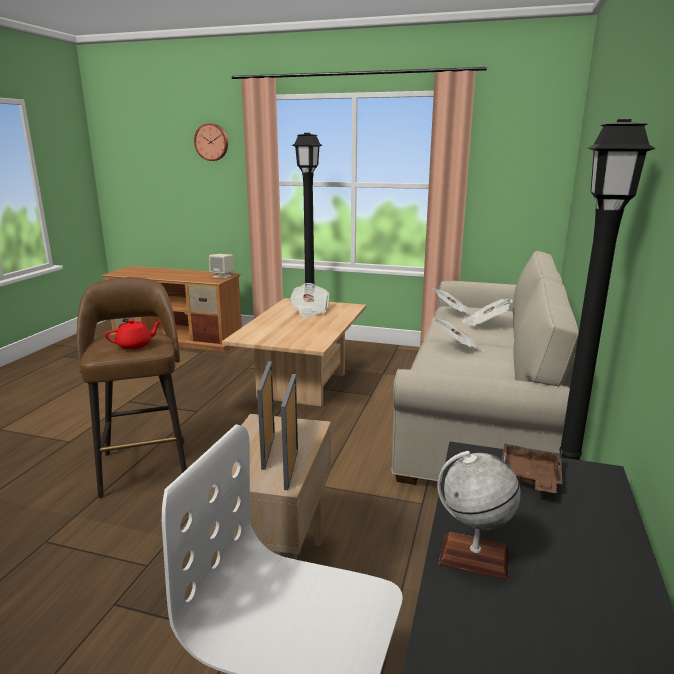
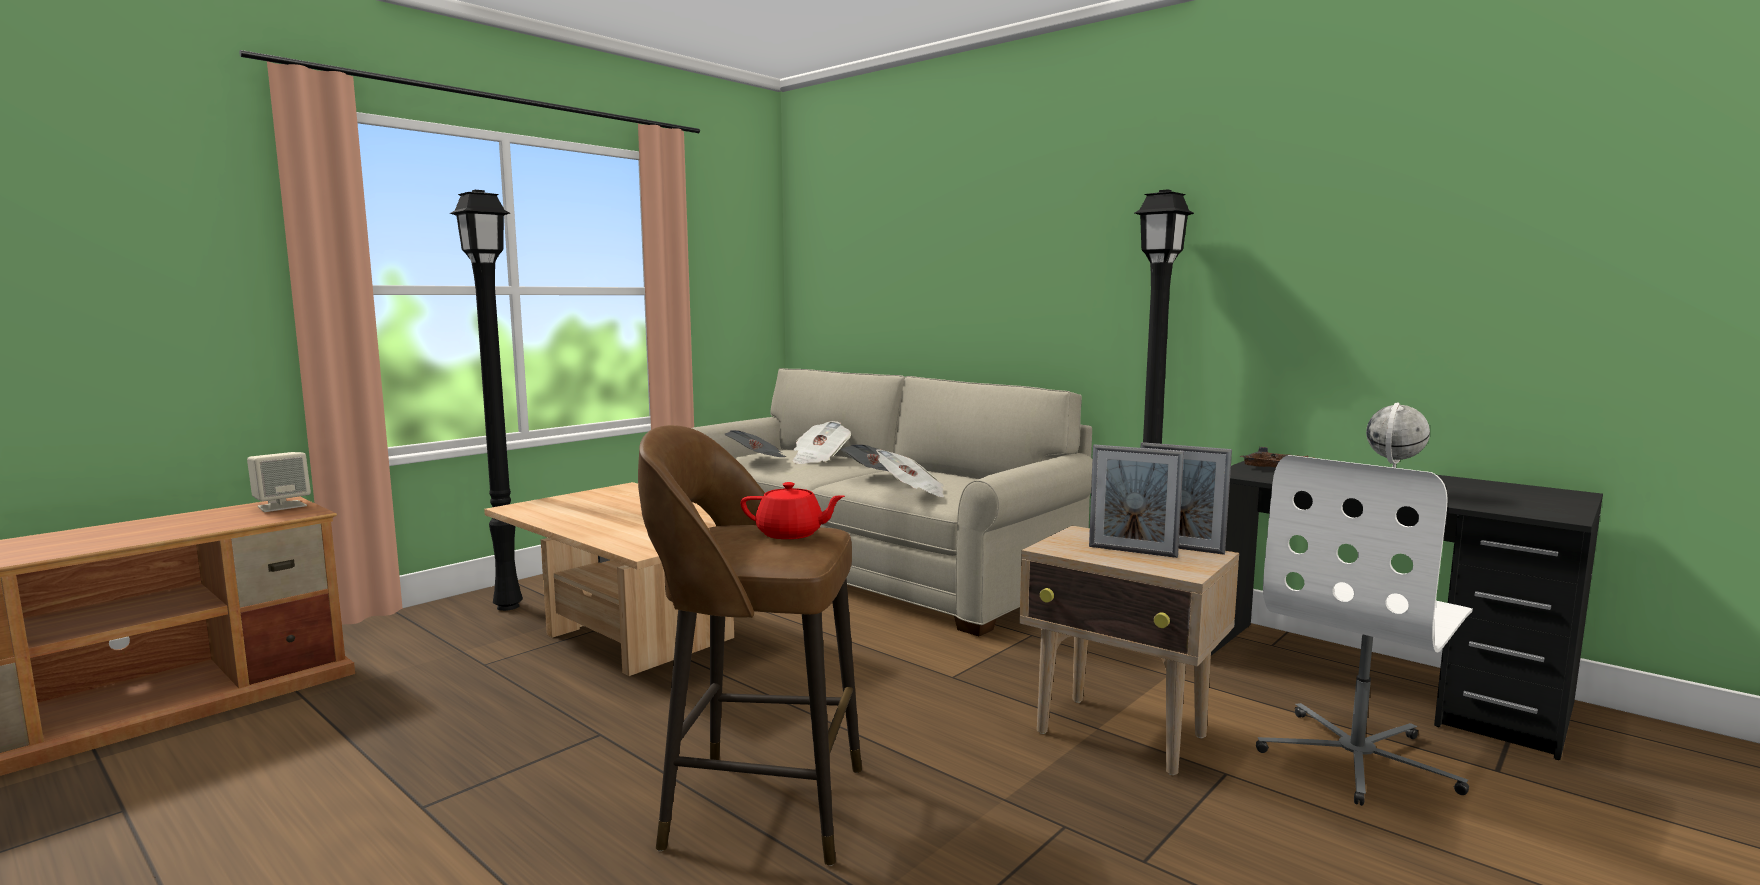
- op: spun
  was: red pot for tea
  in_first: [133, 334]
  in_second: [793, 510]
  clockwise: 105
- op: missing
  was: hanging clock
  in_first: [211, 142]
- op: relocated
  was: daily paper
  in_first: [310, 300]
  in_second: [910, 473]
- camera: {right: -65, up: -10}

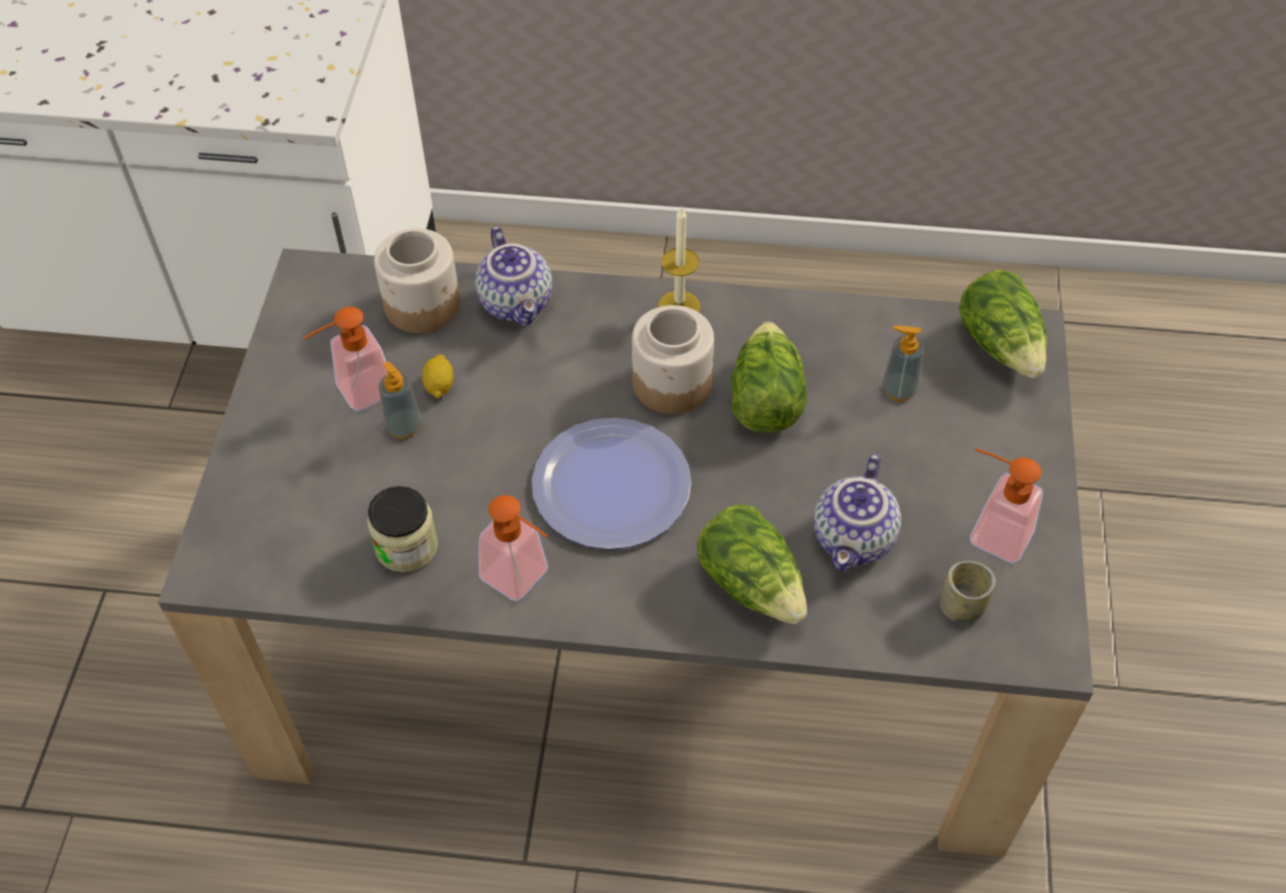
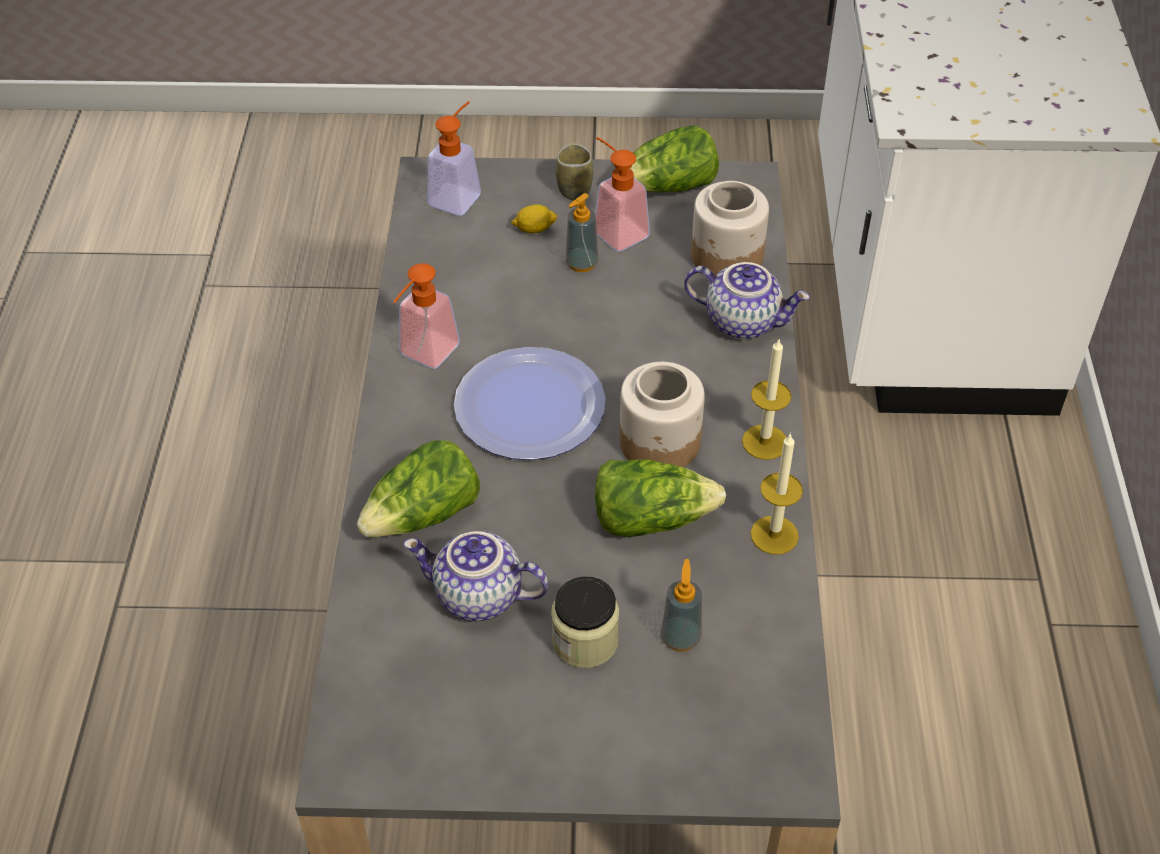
- op: relocated
  was: storage jar
  in_first: [402, 529]
  in_second: [585, 622]
- op: relocated
  was: citrus fruit
  in_first: [437, 376]
  in_second: [534, 219]
- op: spun
  was: pot for tea
  in_first: [513, 275]
  in_second: [747, 300]
  clockwise: -135
- op: relocated
  was: small cup
  in_first: [968, 592]
  in_second: [574, 171]
- op: relocated
  was: lettuce head
  in_first: [1003, 324]
  in_second: [674, 158]
- op: relocated
  was: liquid soap bottle
  in_first: [1006, 505]
  in_second: [454, 158]
- op: appeared
  now: candle
  in_second: [777, 494]
- camera: {right: 85, up: -5}

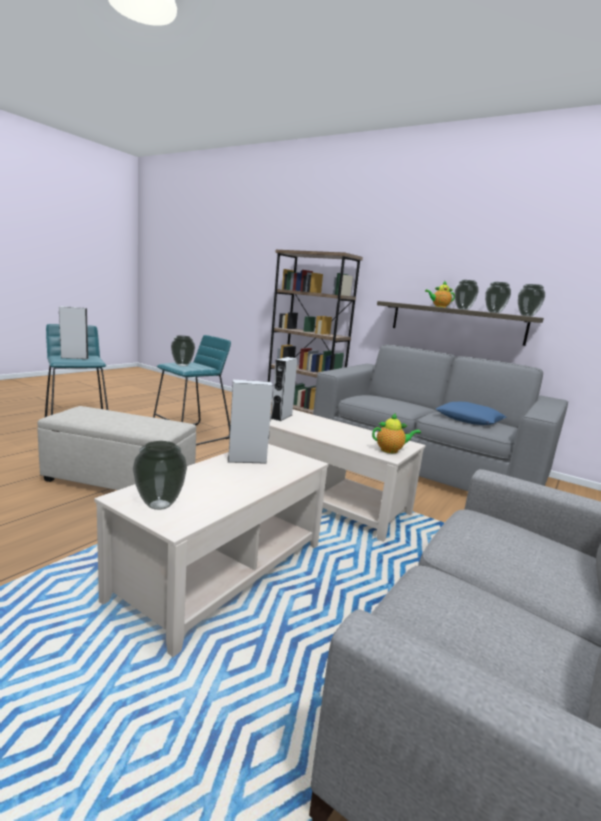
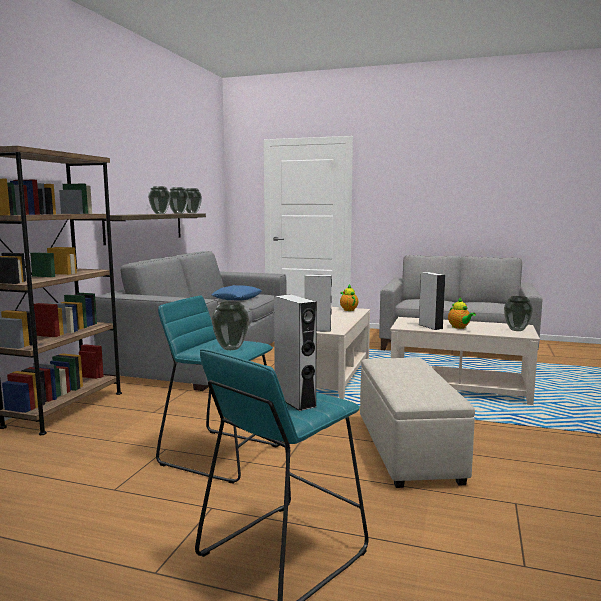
- op: relocated
  was: pot for tea
  in_first: [440, 294]
  in_second: [462, 313]
- camera: {right: -105, up: -5}

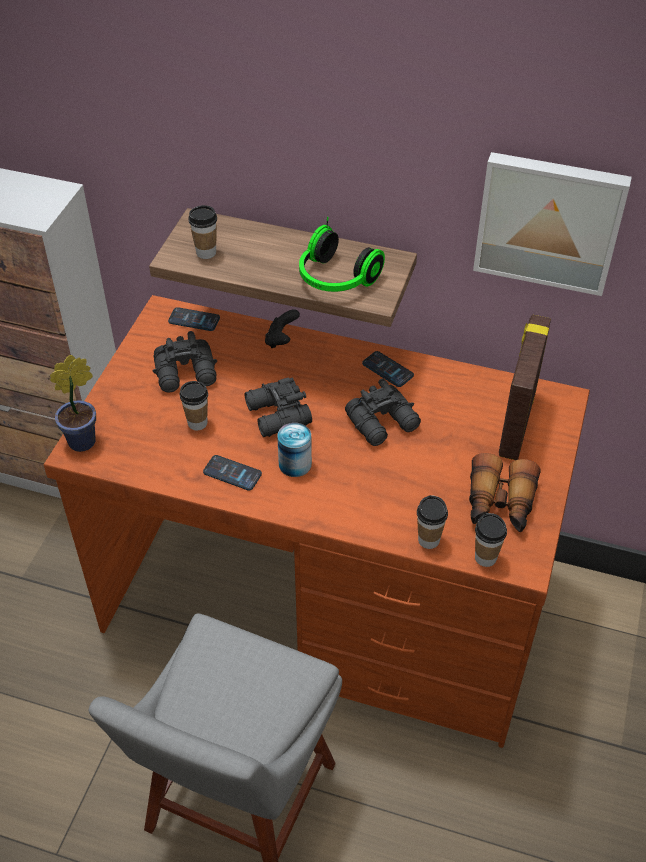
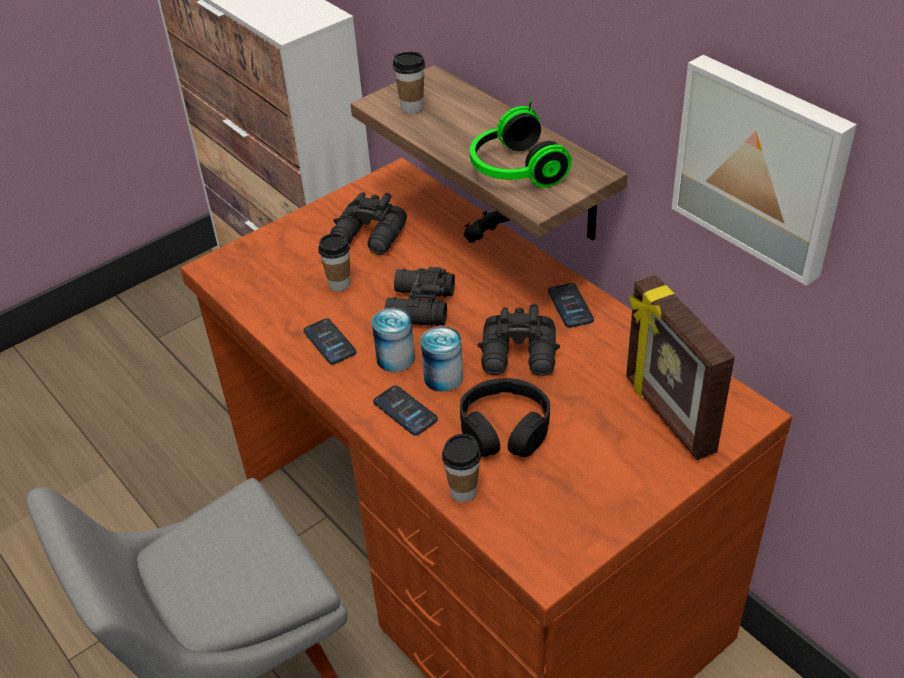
- op: missing
  was: plant in a pot
  in_first: [73, 403]
- op: relocated
  was: telephone
  in_first: [194, 319]
  in_second: [405, 410]
- op: missing
  was: pair of binoculars
  in_first: [504, 492]
- op: missing
  was: small cup
  in_first: [491, 540]
- op: spun
  was: photo frame
  in_first: [525, 387]
  in_second: [680, 367]
  clockwise: -75
- op: appeared
  now: metal can
  in_second: [442, 359]
- op: appeared
  now: black headphones
  in_second: [505, 417]
- camera: {right: 35, up: -5}

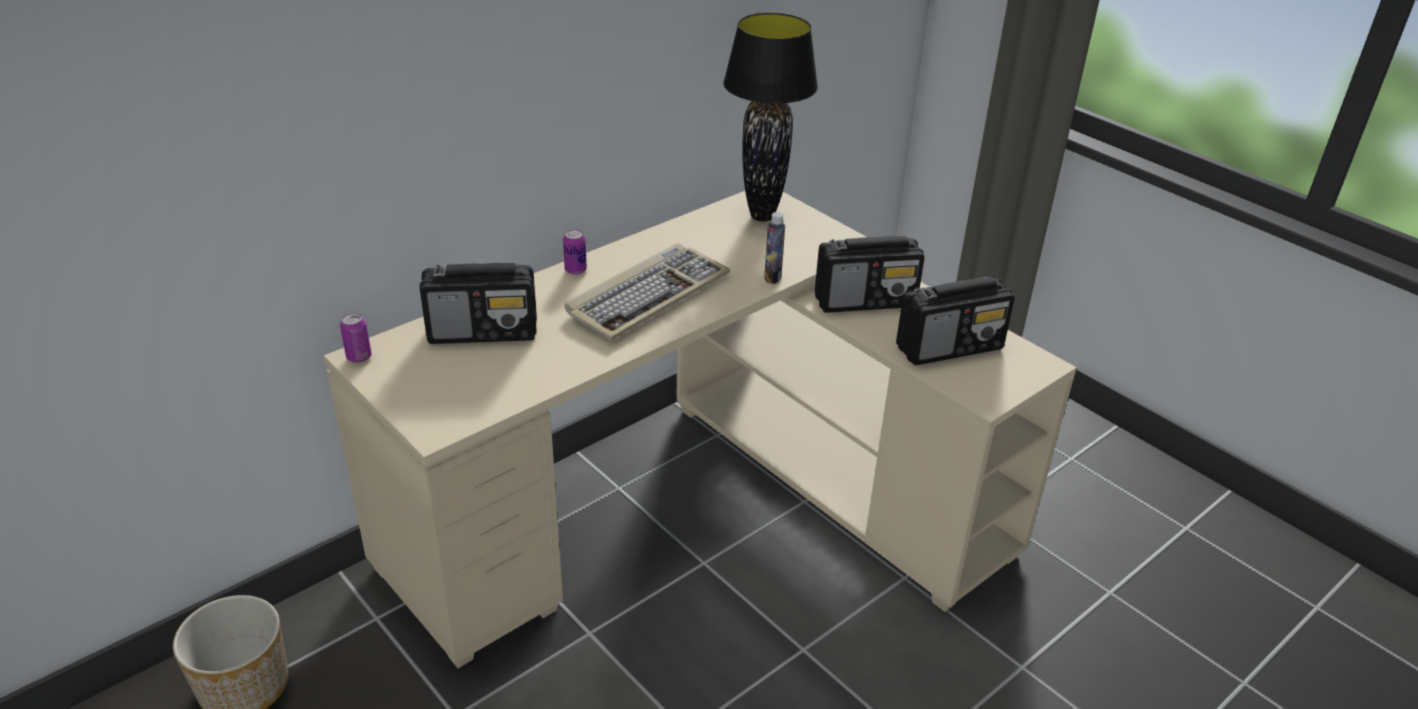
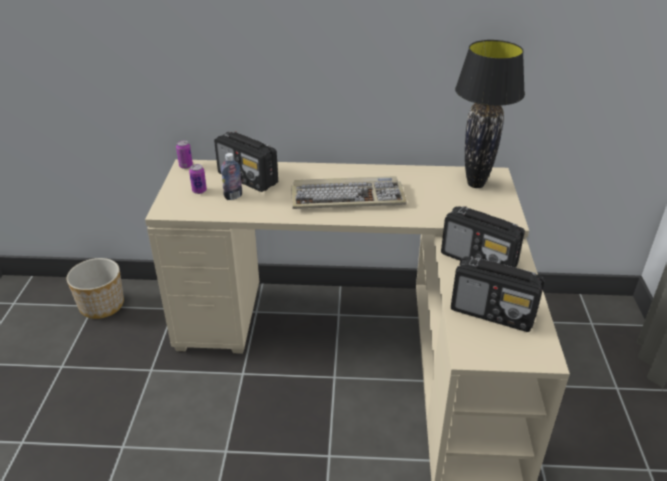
- op: relocated
  was: metal can
  in_first: [575, 252]
  in_second: [198, 179]
- op: relocated
  was: bottle
  in_first: [774, 248]
  in_second: [231, 176]
- camera: {right: 45, up: 0}

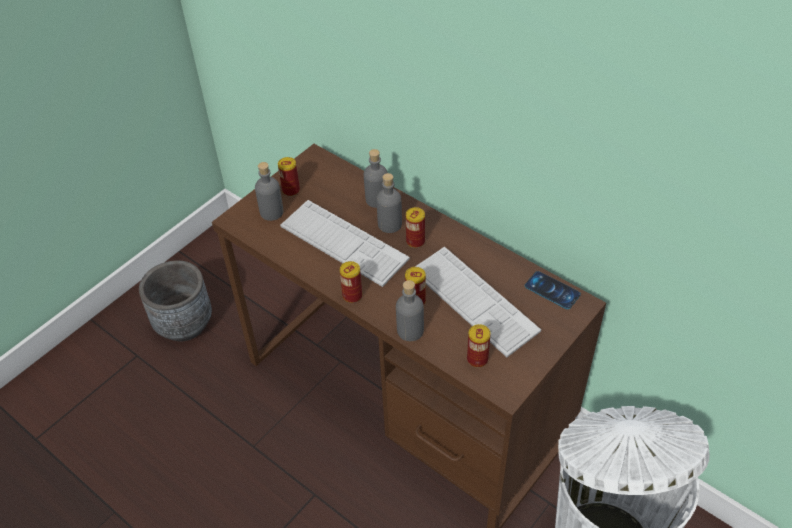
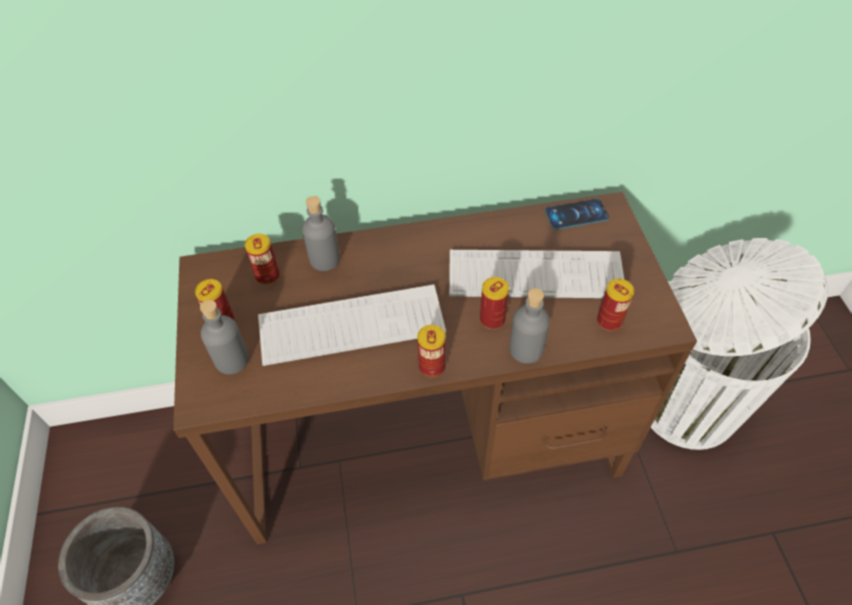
- op: missing
  was: grey bottle
  in_first: [389, 203]
- op: relocated
  was: metal can
  in_first: [415, 227]
  in_second: [262, 259]
- camera: {right: -50, up: 5}

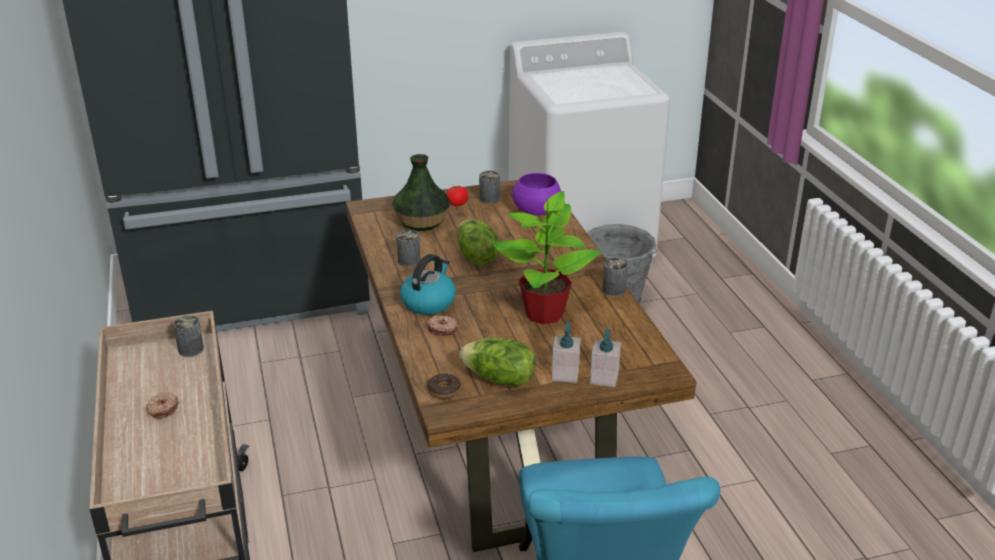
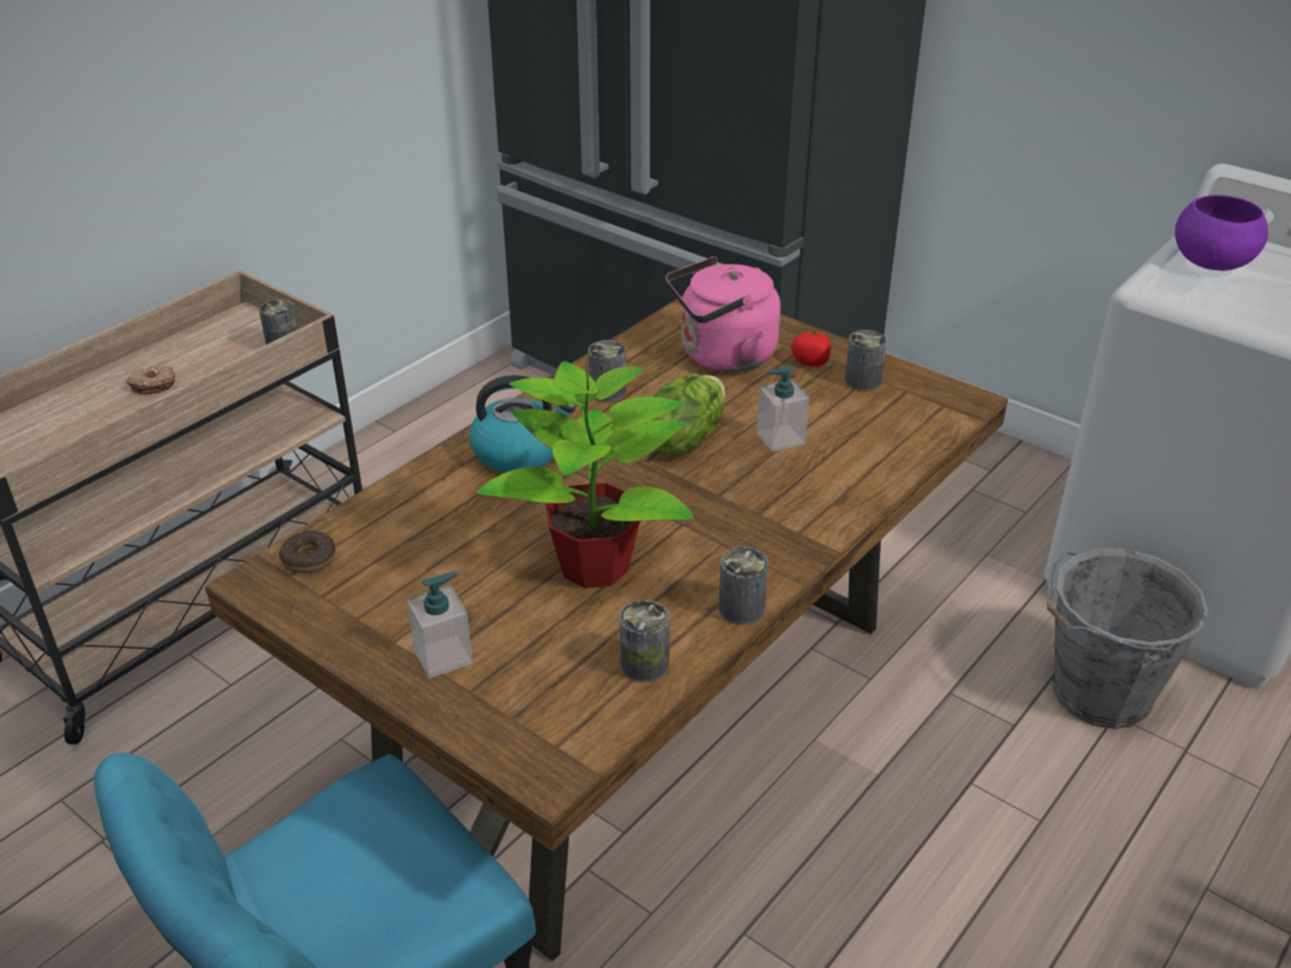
- op: exchanged
  was: vase
  now: pink kettle
  in_first: [421, 192]
  in_second: [723, 314]
- op: missing
  was: ring doughnut
  in_first: [442, 326]
- op: missing
  was: lettuce head
  in_first: [497, 361]
- op: relocated
  was: purple deep dish
  in_first: [536, 194]
  in_second: [1221, 233]
- op: relocated
  was: liquid soap bottle
  in_first: [605, 358]
  in_second: [783, 408]
- op: appeared
  now: metal can
  in_second: [645, 641]
- camera: {right: 55, up: 5}

